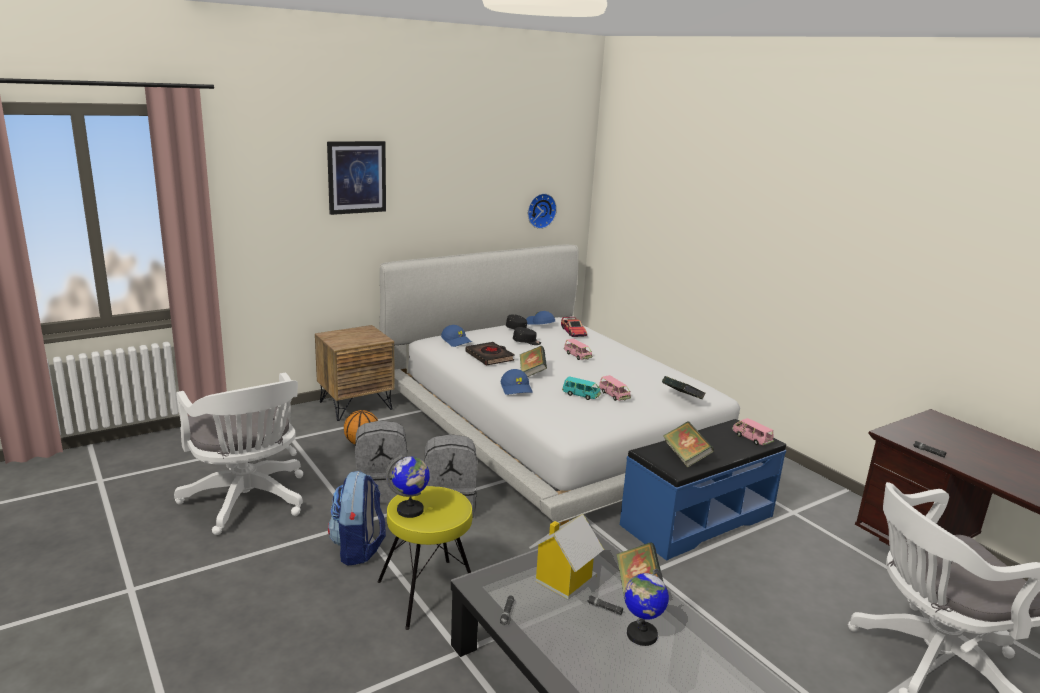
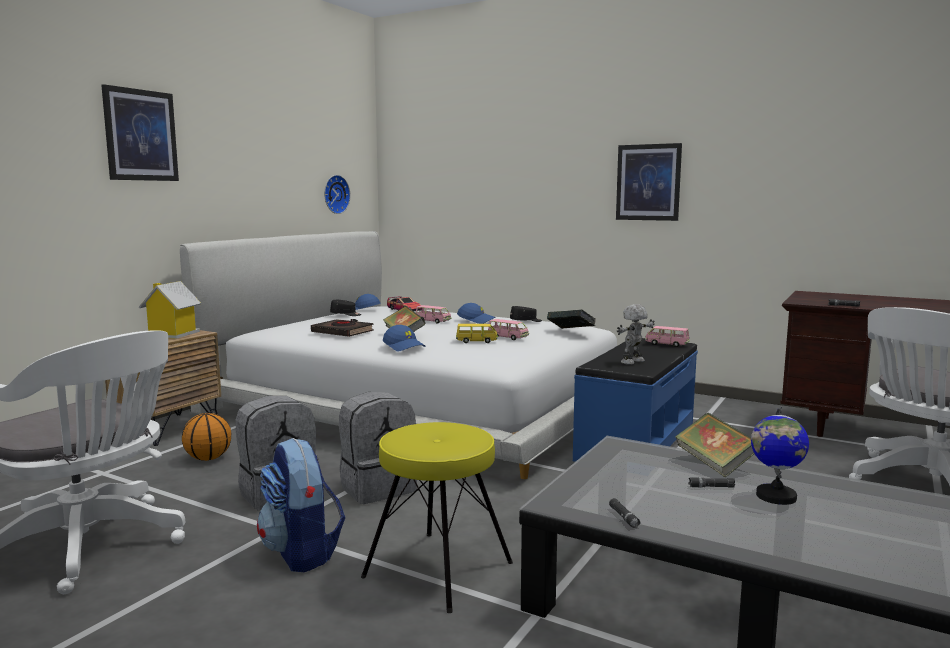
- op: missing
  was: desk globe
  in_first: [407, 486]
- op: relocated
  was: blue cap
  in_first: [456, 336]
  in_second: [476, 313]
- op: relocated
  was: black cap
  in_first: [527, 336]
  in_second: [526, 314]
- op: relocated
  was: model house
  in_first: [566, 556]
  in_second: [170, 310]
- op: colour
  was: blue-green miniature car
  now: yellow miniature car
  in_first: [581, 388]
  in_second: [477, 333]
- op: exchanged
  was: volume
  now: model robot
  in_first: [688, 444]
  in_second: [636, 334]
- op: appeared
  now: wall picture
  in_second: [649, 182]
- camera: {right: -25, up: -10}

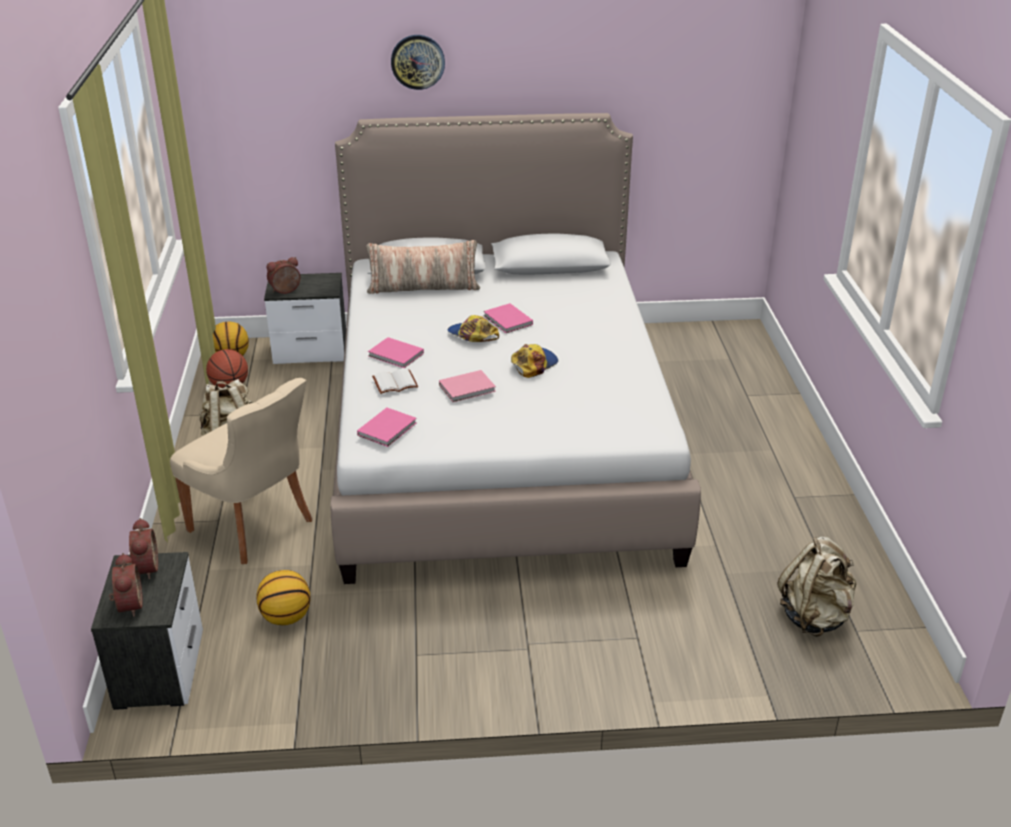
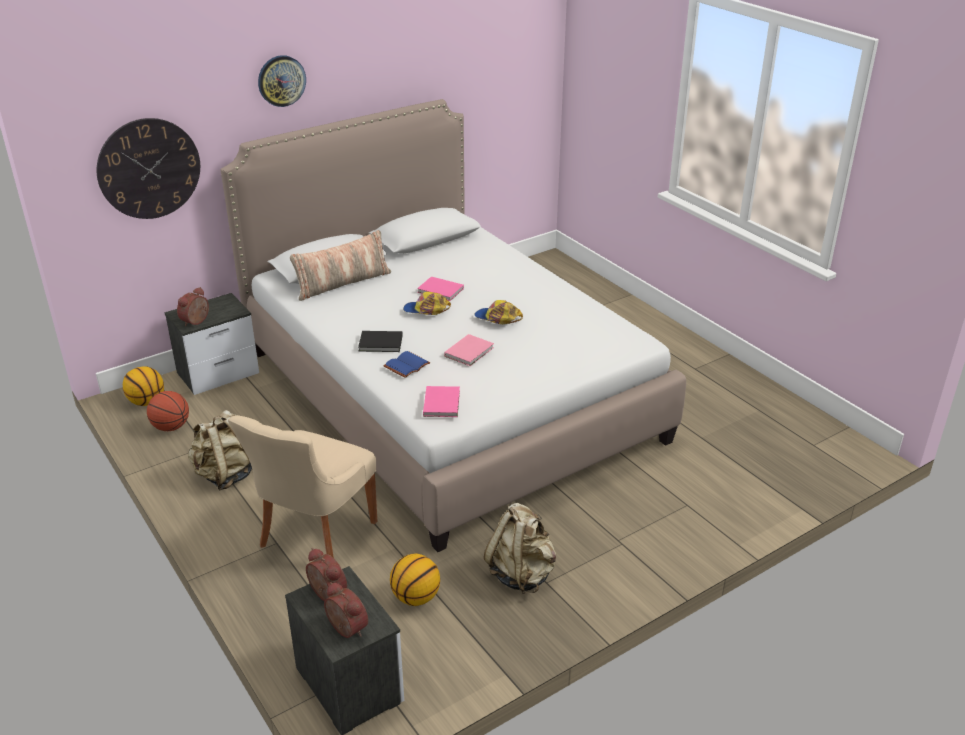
- op: spun
  was: sand-coloured upright chair
  in_first: [241, 471]
  in_second: [302, 486]
  clockwise: 105
- op: colour
  was: pink volume
  now: black volume
  in_first: [396, 352]
  in_second: [380, 341]
- op: colour
  was: white volume
  now: blue volume
  in_first: [395, 381]
  in_second: [406, 364]
- op: spun
  was: cap
  in_first: [534, 361]
  in_second: [498, 312]
  clockwise: -75
- op: relocated
  was: sand-coloured backpack
  in_first: [816, 587]
  in_second: [520, 548]
- op: appeared
  now: hanging clock
  in_second: [148, 168]
- camera: {right: -30, up: 0}

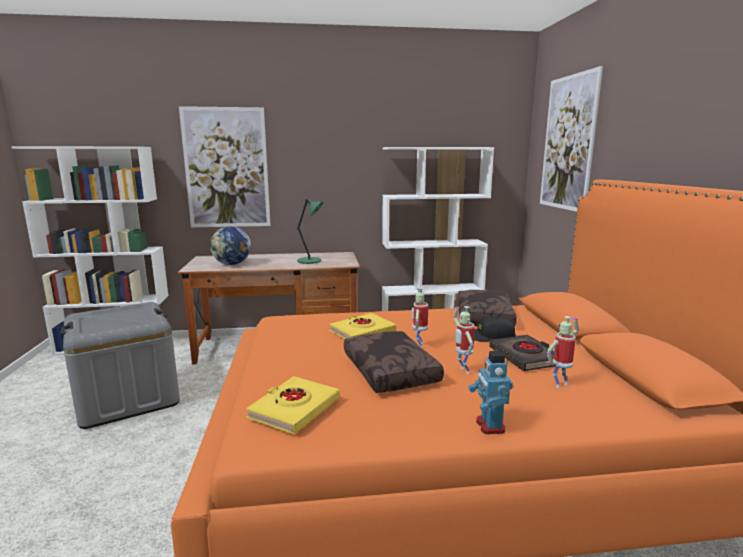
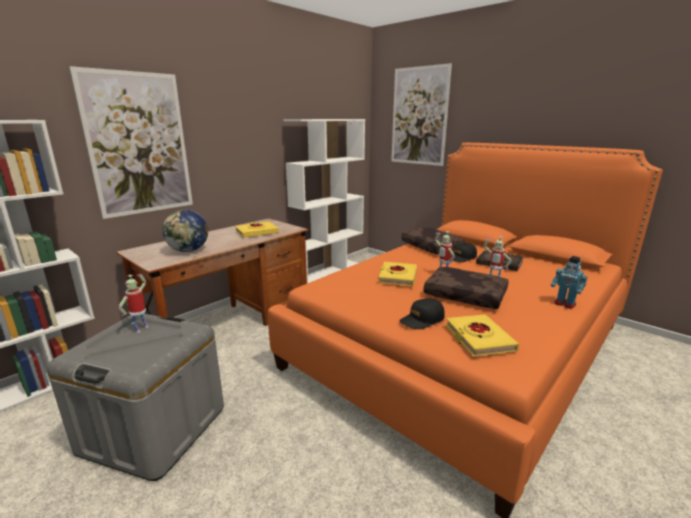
- op: exchanged
  was: green tabletop lamp
  now: yellow volume
  in_first: [310, 231]
  in_second: [257, 229]
- op: relocated
  was: model robot
  in_first: [562, 352]
  in_second: [133, 303]
- op: appeared
  now: black cap
  in_second: [422, 313]
- camera: {right: -40, up: 5}

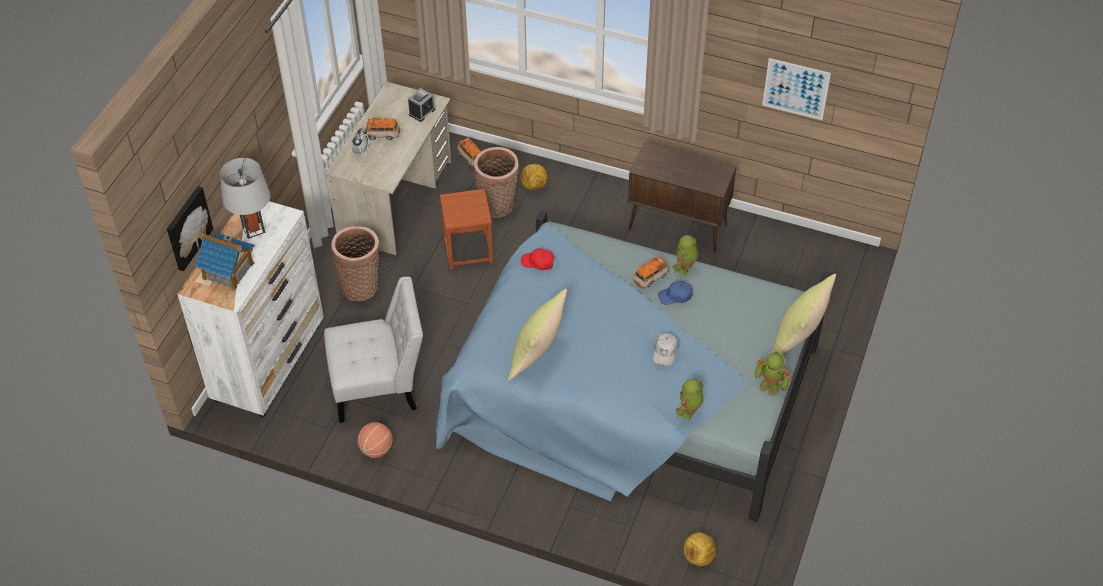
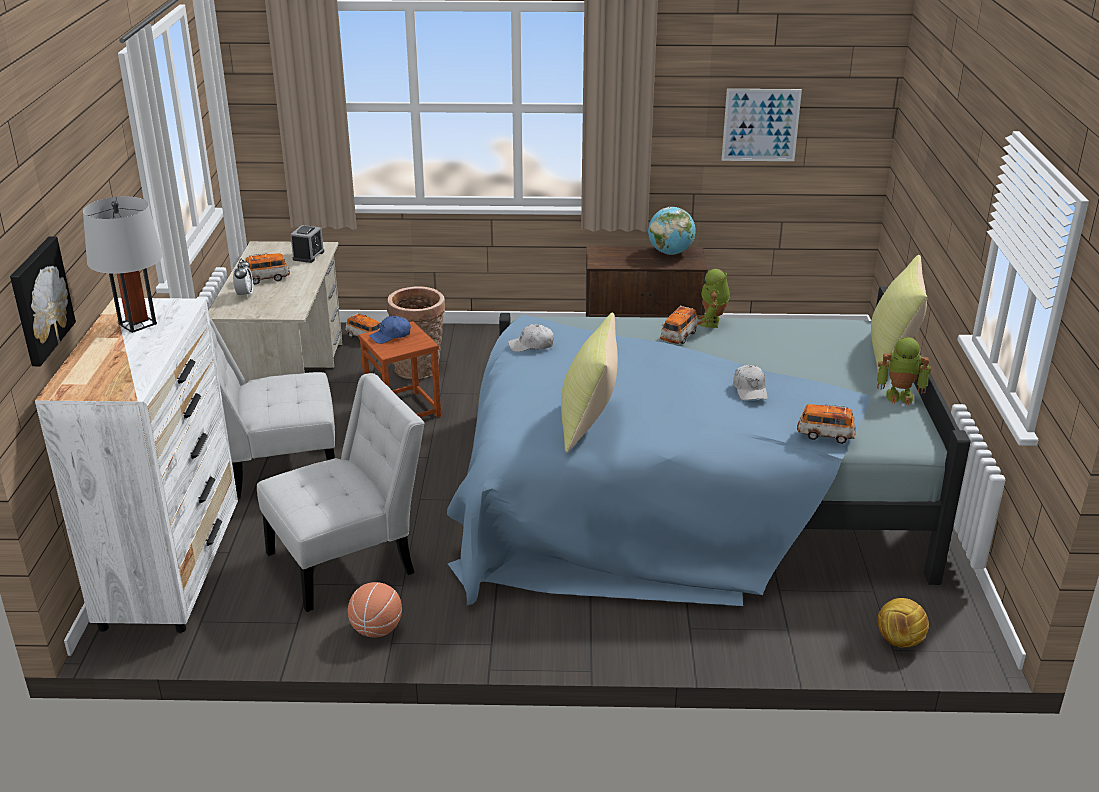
- op: missing
  was: model house
  in_first: [224, 261]
- op: exchanged
  was: household basket
  now: white upright chair
  in_first: [355, 263]
  in_second: [272, 408]
- op: missing
  was: ball for football
  in_first: [534, 177]
- op: colour
  was: red cap
  now: white cap
  in_first: [537, 259]
  in_second: [531, 338]
- op: relocated
  was: blue cap
  in_first: [675, 293]
  in_second: [390, 330]
- op: exchanged
  was: model robot
  now: miniature car
  in_first: [690, 399]
  in_second: [826, 424]
- op: appeared
  now: desk globe
  in_second: [672, 231]
- camera: {right: -20, up: -20}

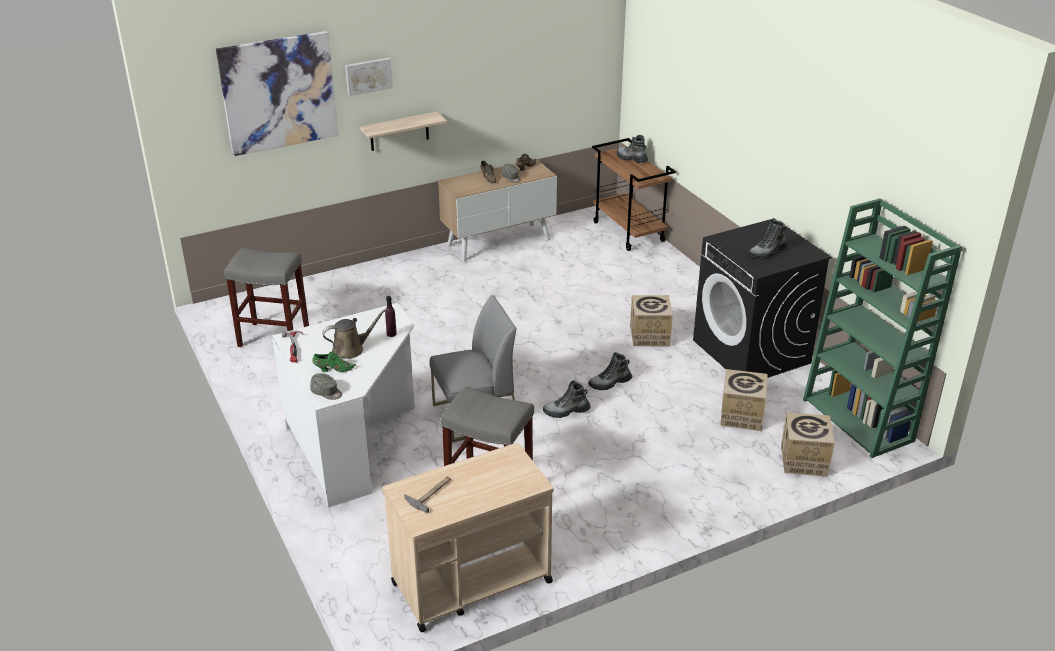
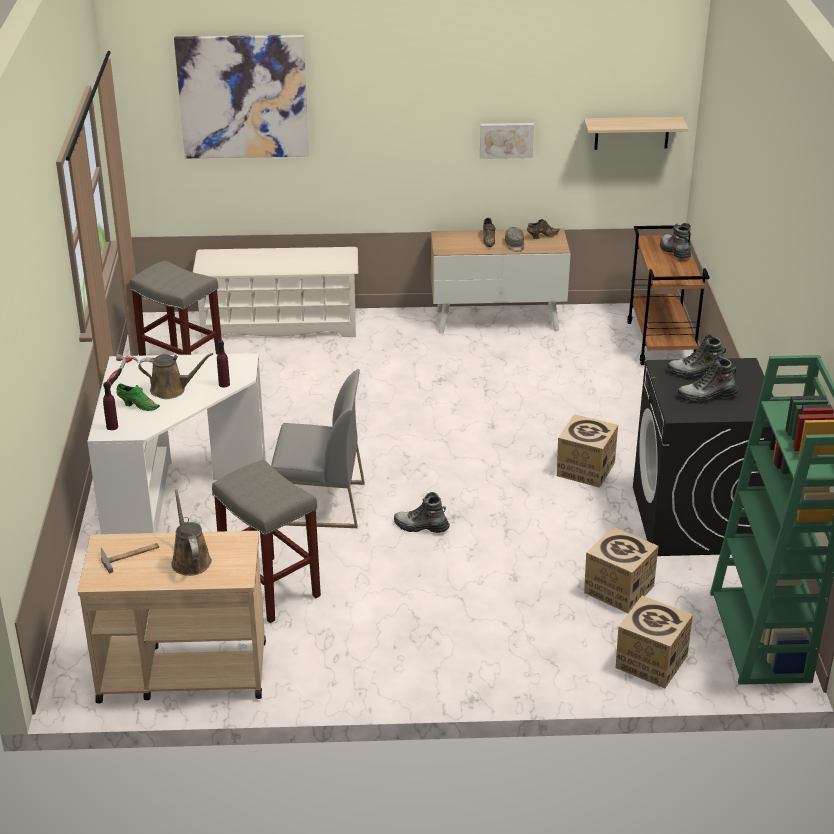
- op: exchanged
  was: grey cap
  now: purple bottle
  in_first: [326, 386]
  in_second: [110, 406]
- op: relocated
  was: wall picture
  in_first: [369, 77]
  in_second: [507, 141]
- op: relocated
  was: wall shelf
  in_first: [403, 131]
  in_second: [636, 133]
- op: relocated
  was: high-top boot
  in_first: [610, 371]
  in_second: [696, 356]
- op: appeared
  now: brownish watering can
  in_second: [191, 533]
- op: appeared
  now: white shoe rack
  in_second: [275, 293]
- camera: {right: 25, up: 0}

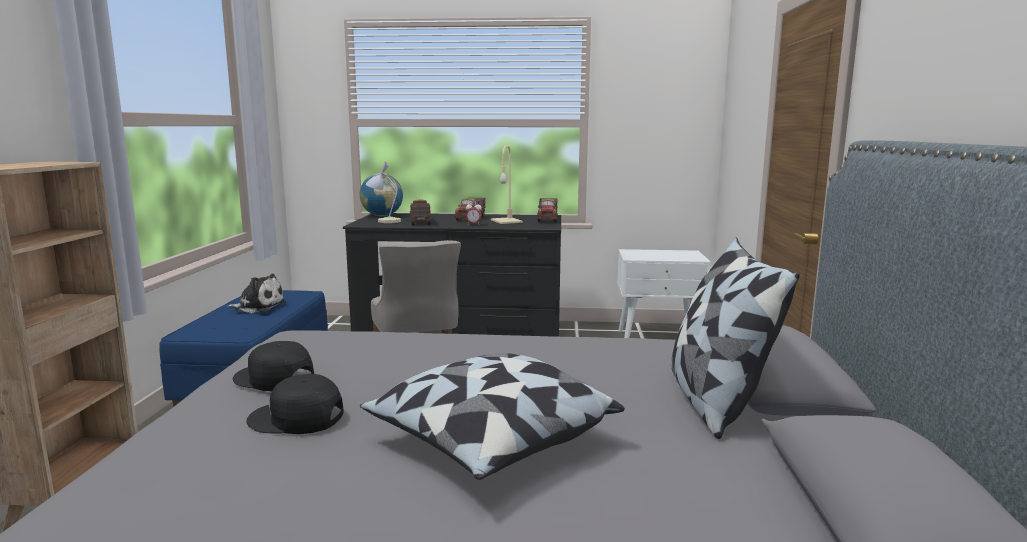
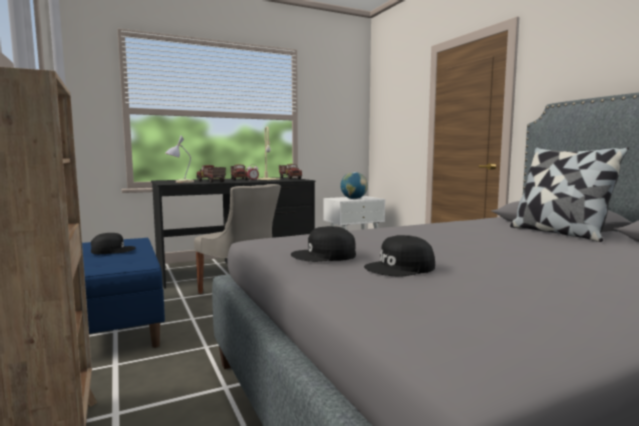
- op: exchanged
  was: cuddly toy
  now: black cap
  in_first: [256, 293]
  in_second: [113, 243]
- op: relocated
  was: desk globe
  in_first: [381, 194]
  in_second: [354, 185]
- op: missing
  was: pillow
  in_first: [492, 416]
- camera: {right: -30, up: -5}

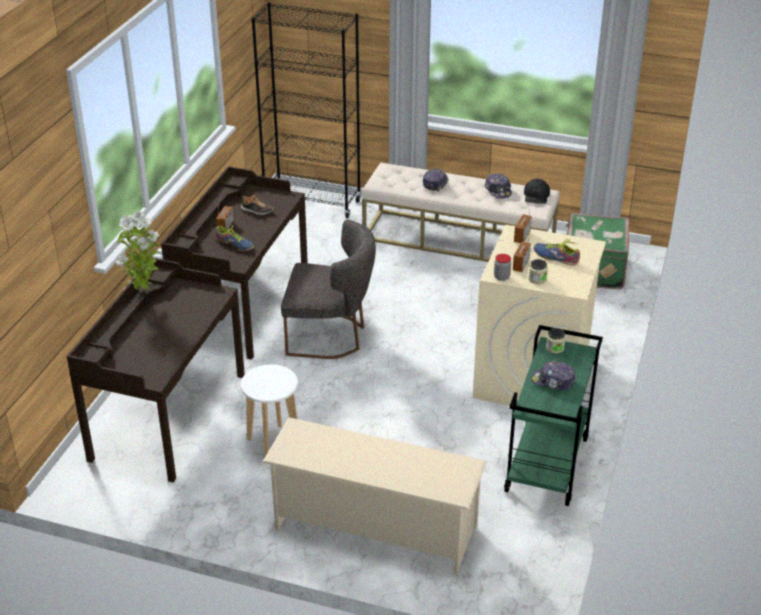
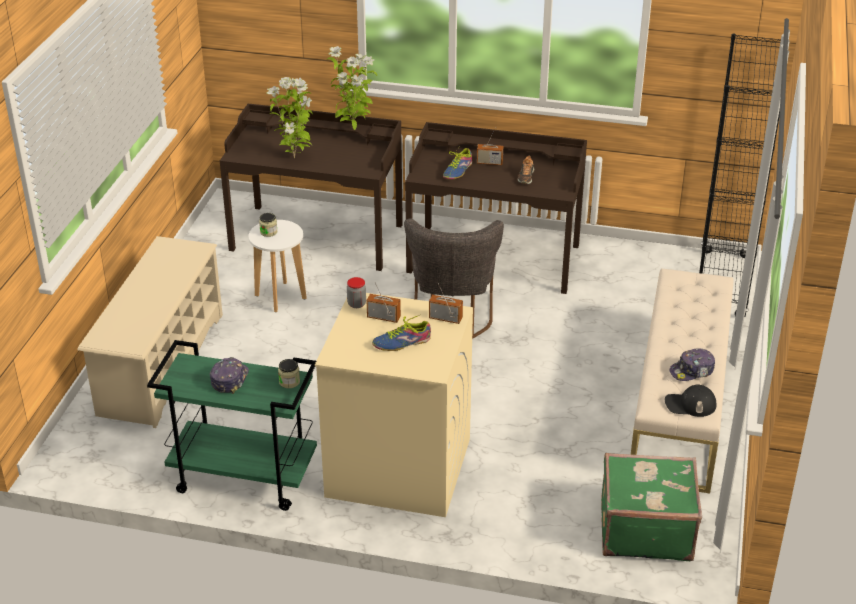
- op: missing
  was: cap
  in_first: [435, 180]
- op: relocated
  was: storage jar
  in_first: [538, 271]
  in_second: [268, 225]
- op: spun
  was: low shoe
  in_first: [556, 252]
  in_second: [401, 333]
  clockwise: -135
- op: appeared
  now: plant in a pot
  in_second: [290, 118]
- camera: {right: 85, up: 0}

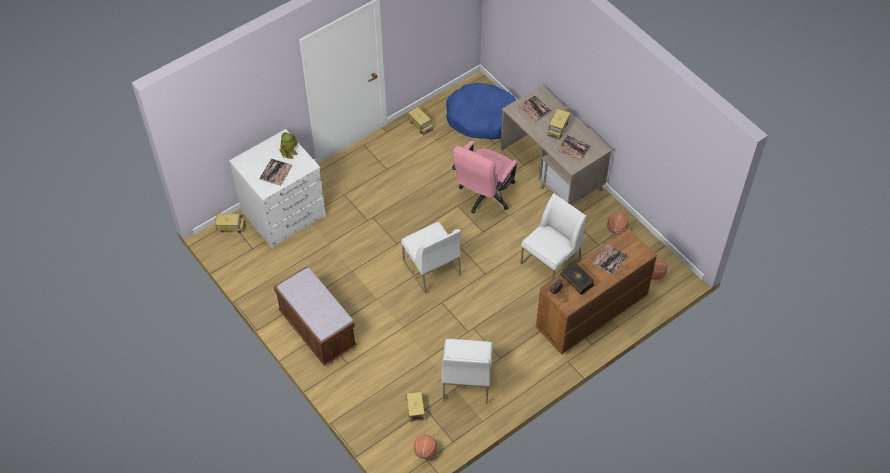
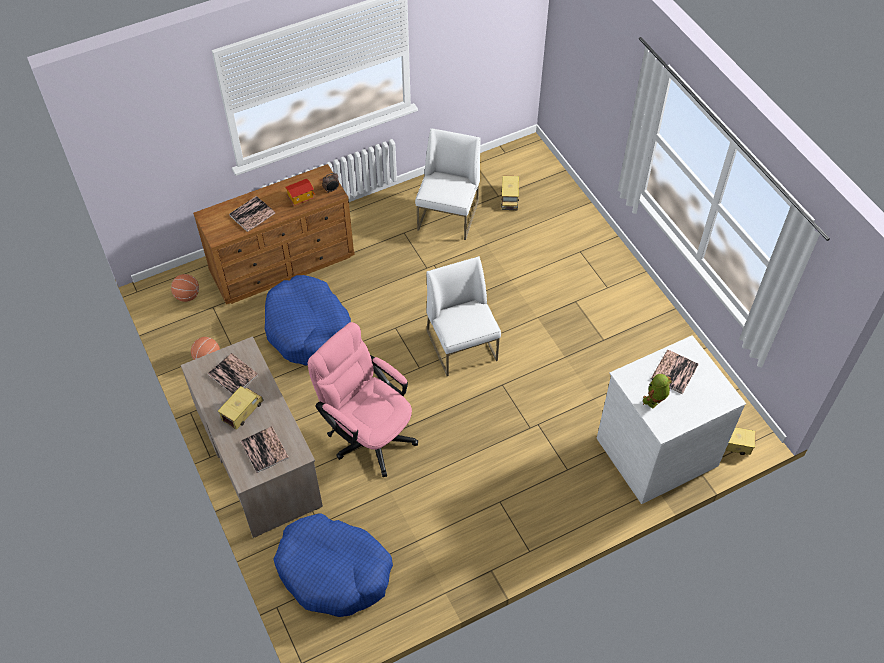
- op: missing
  was: brownish indoor bench
  in_first: [315, 316]
- op: missing
  was: toy truck
  in_first: [421, 121]
- op: missing
  was: basketball ball
  in_first: [425, 447]
- op: spun
  was: pink office chair
  in_first: [484, 177]
  in_second: [363, 399]
  clockwise: -90
- op: exchanged
  was: white upright chair
  now: blue dog cushion
  in_first: [553, 236]
  in_second: [308, 320]
- op: exchanged
  was: volume
  now: model house
  in_first: [578, 278]
  in_second: [300, 192]
- camera: {right: -170, up: 0}

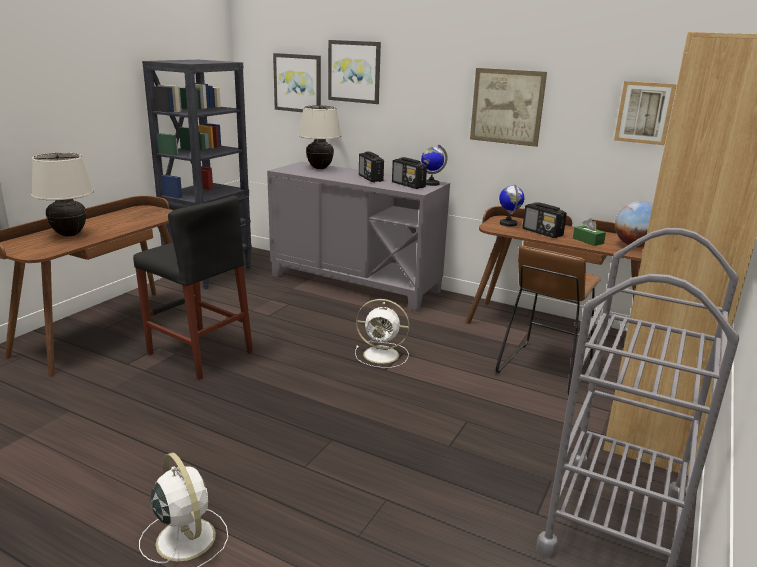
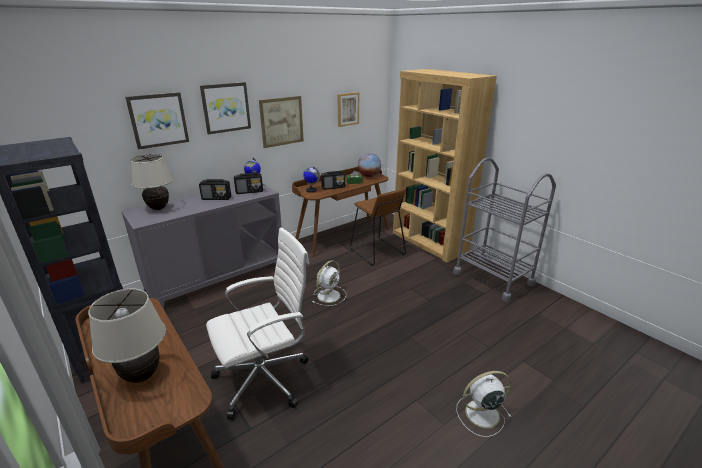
- op: exchanged
  was: black stool seat
  now: white office chair
  in_first: [193, 288]
  in_second: [257, 324]
- op: relocated
  was: wall picture
  in_first: [297, 82]
  in_second: [225, 108]
- camera: {right: -65, up: 5}

